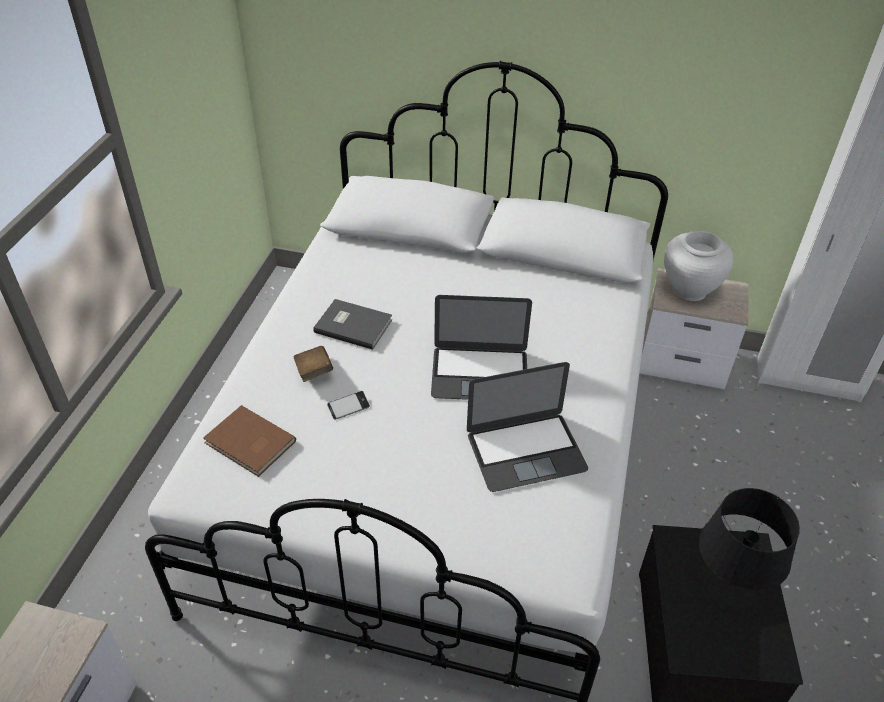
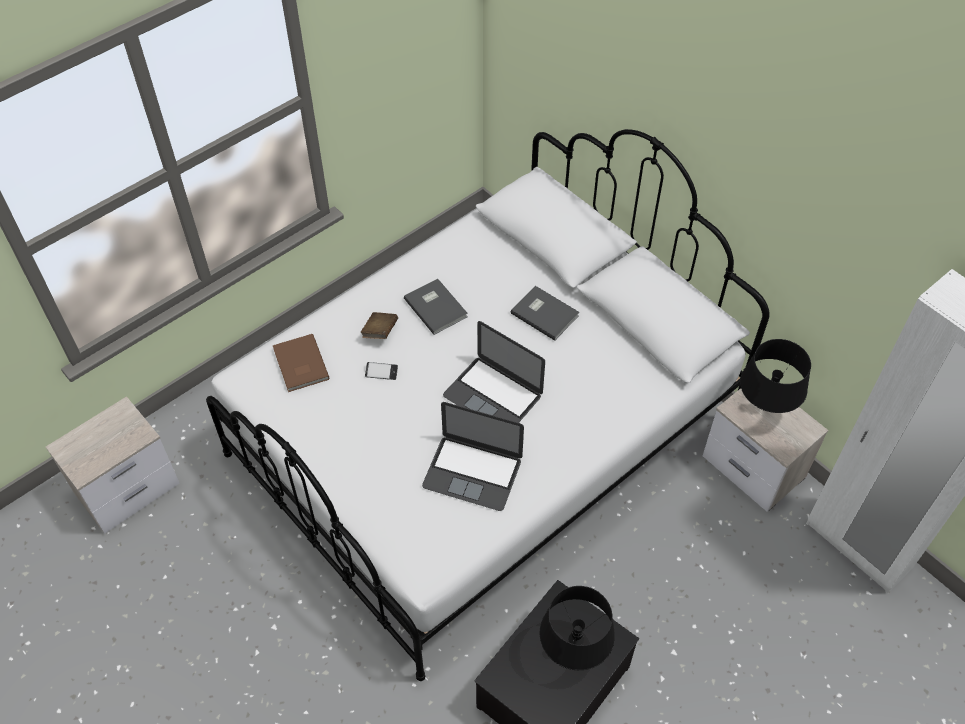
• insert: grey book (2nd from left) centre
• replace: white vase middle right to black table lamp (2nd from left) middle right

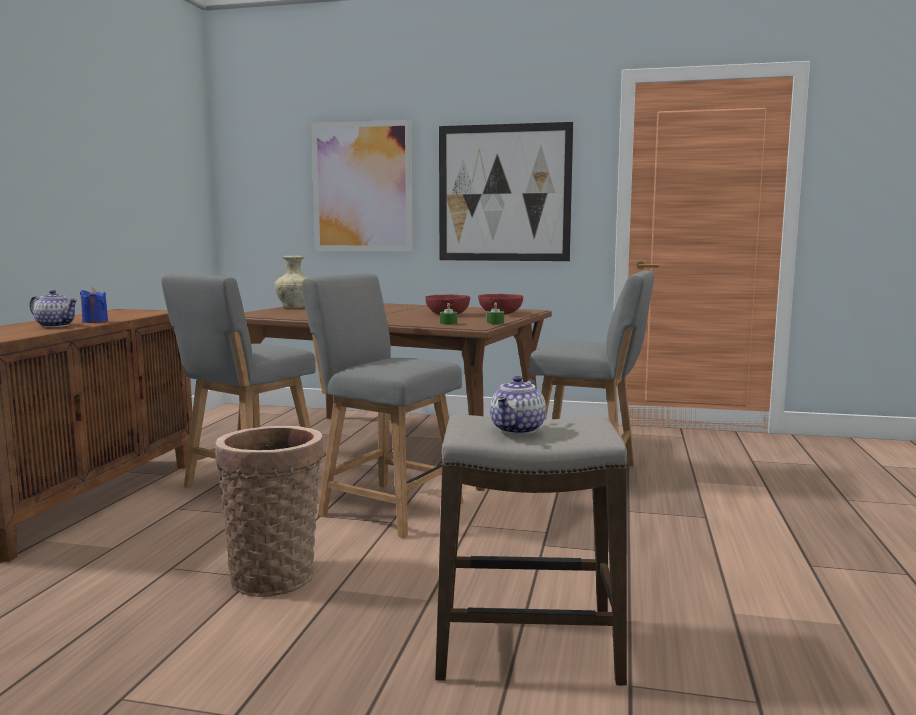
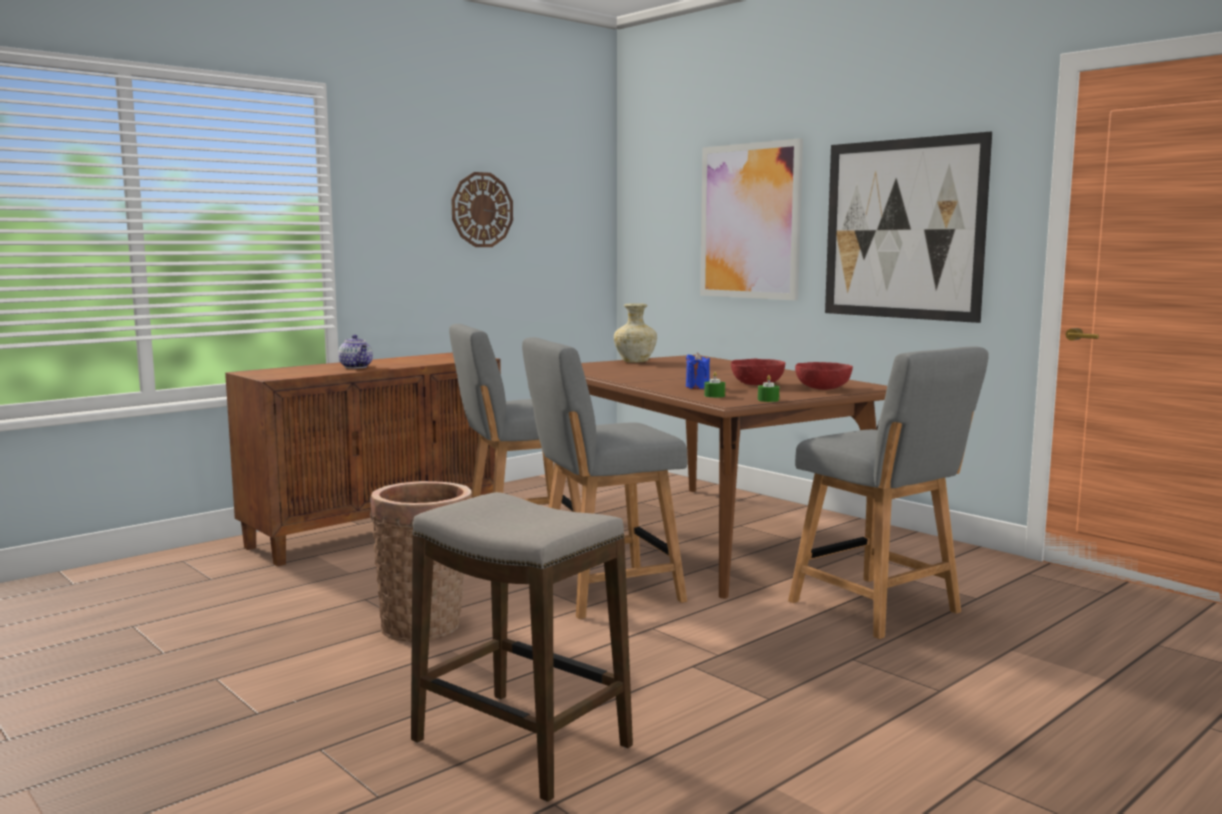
• insert: wall clock top centre
• rotate: grey chair (2nd from left) centre = centre 90 degrees counterclockwise
• move: blue candle middle left to centre
• delete: teapot (2nd from left) centre

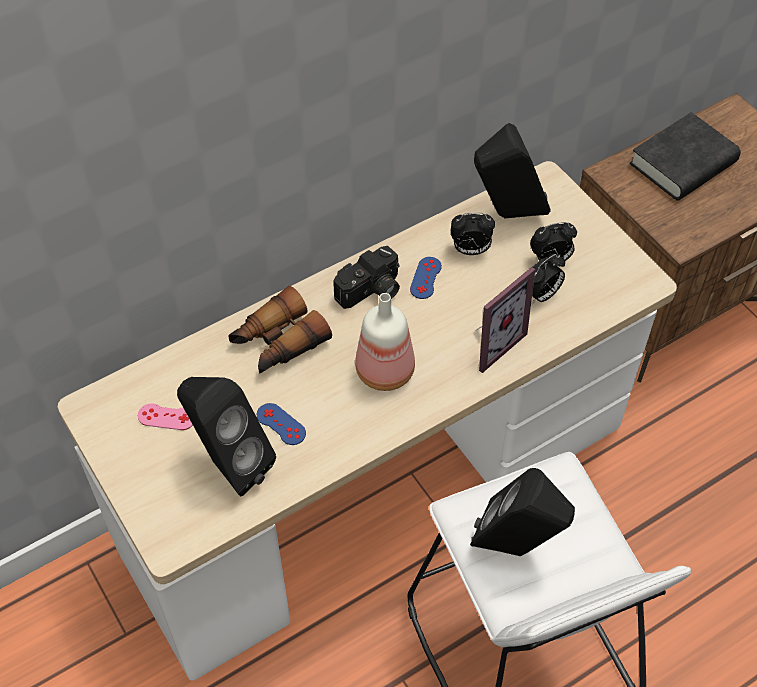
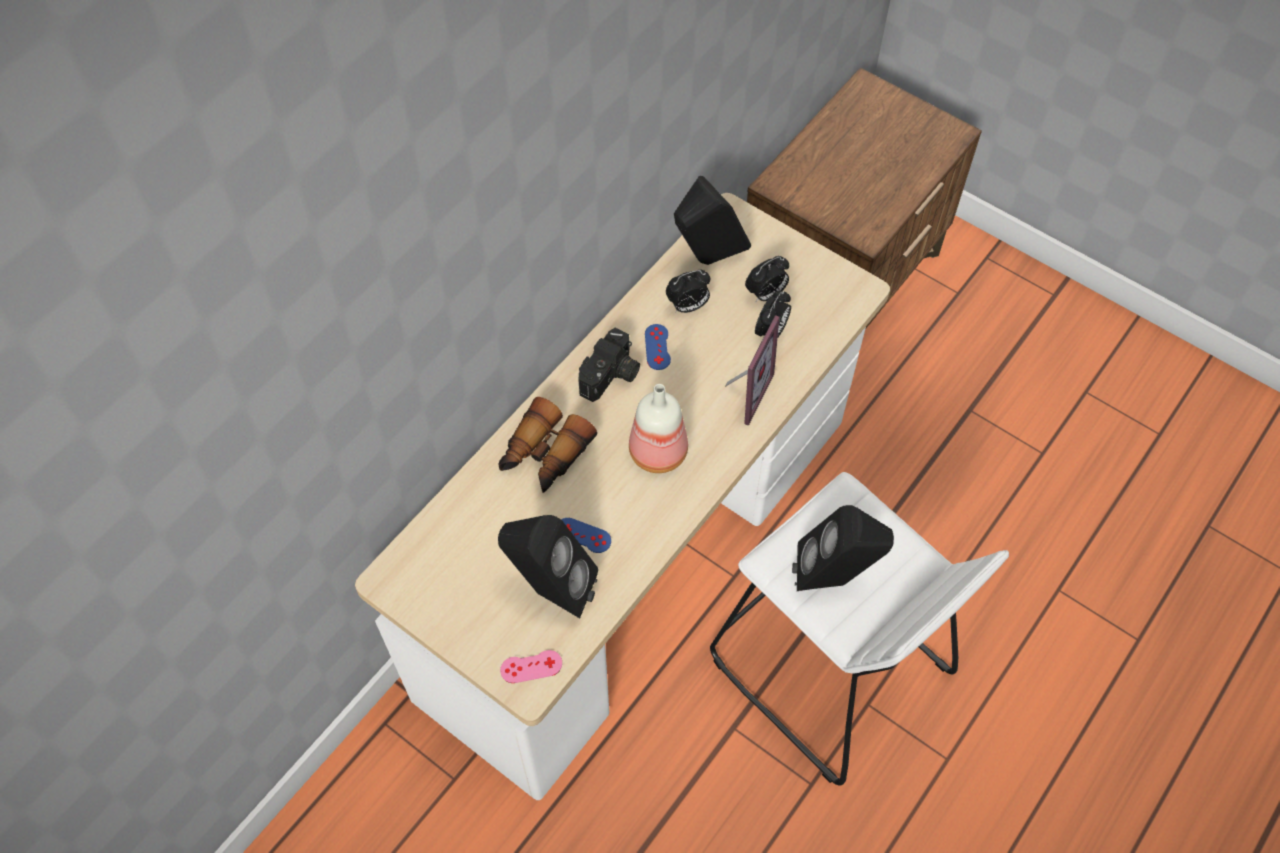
• move: pink game controller middle left to bottom centre
• delete: black book top right

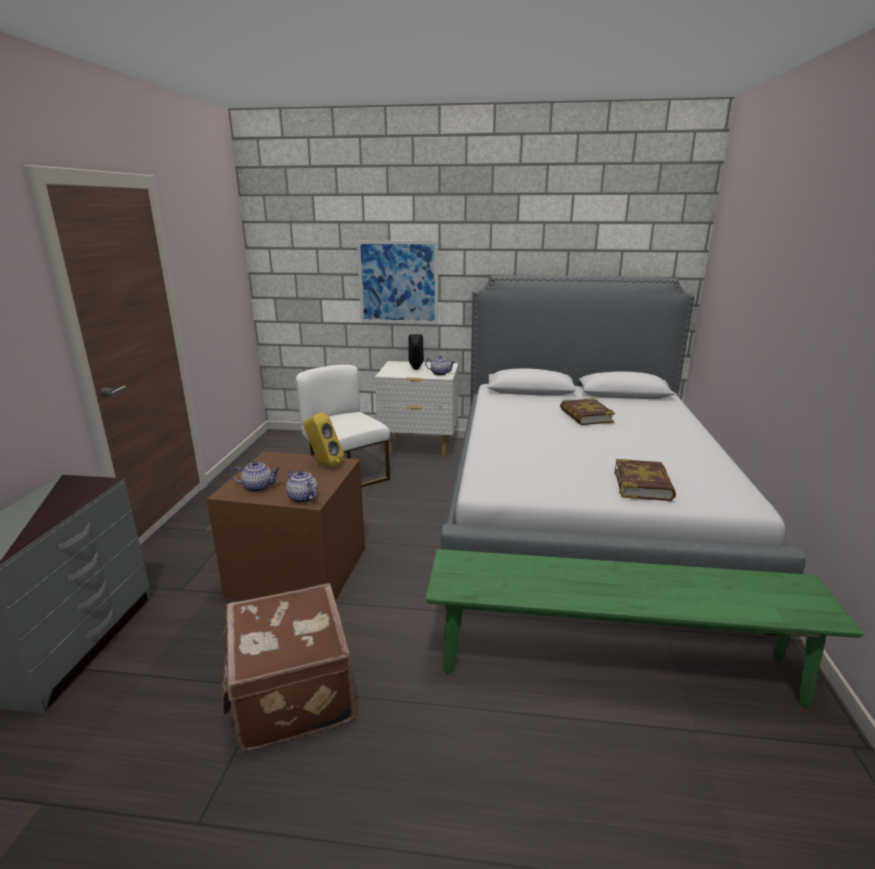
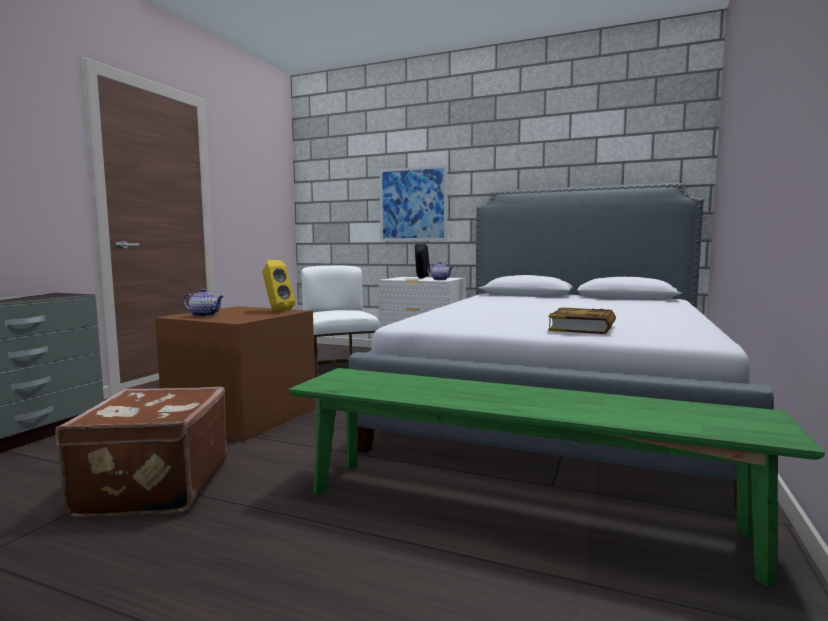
• delete: teapot (2nd from left) centre
• delete: book (1st from left) middle right

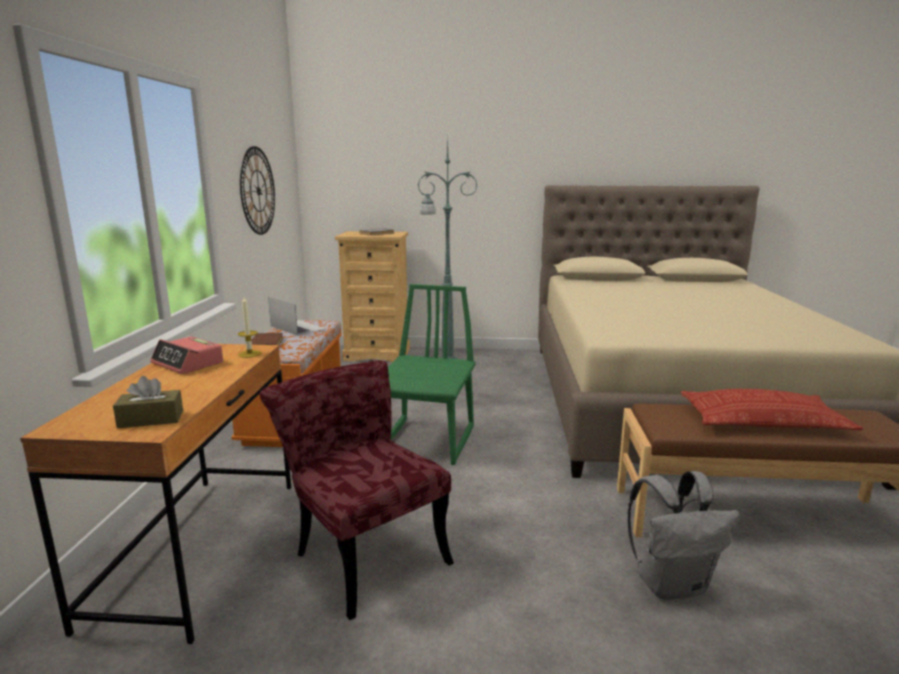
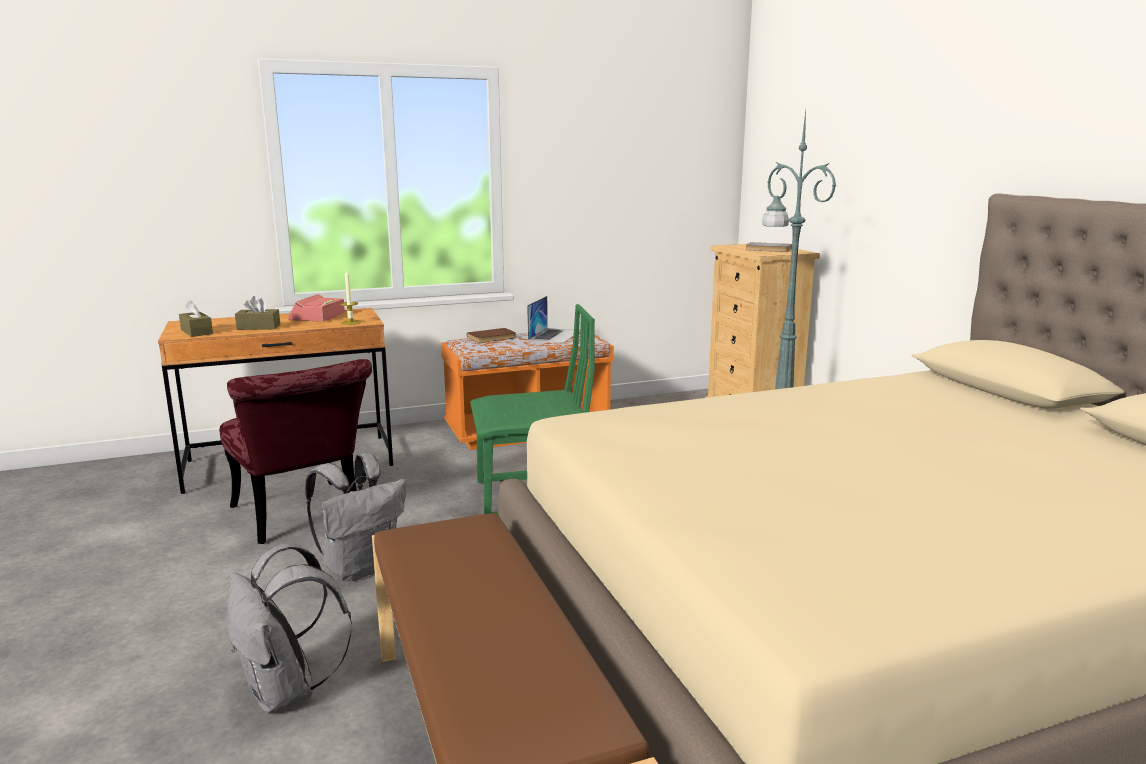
• rotate: red chair bottom centre = middle left 120 degrees clockwise
• insert: brown tissue box (2nd from left) middle left
• insert: grey backpack (2nd from left) bottom left
• delete: wall clock top left
• delete: pillow middle right

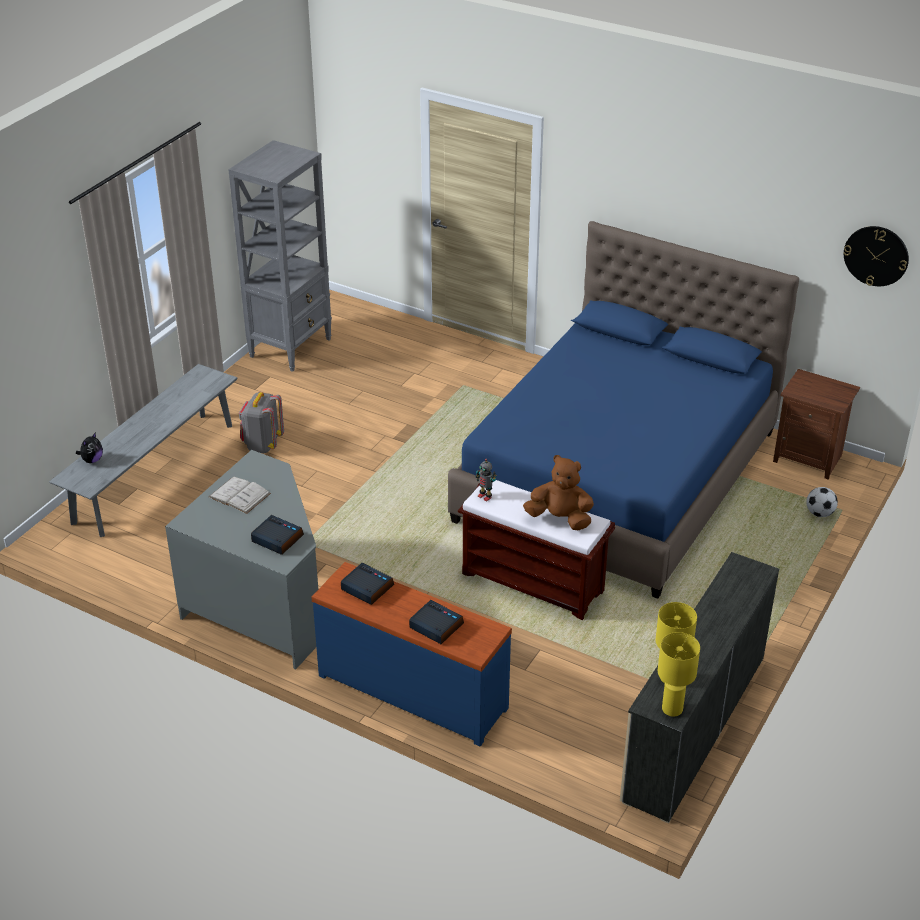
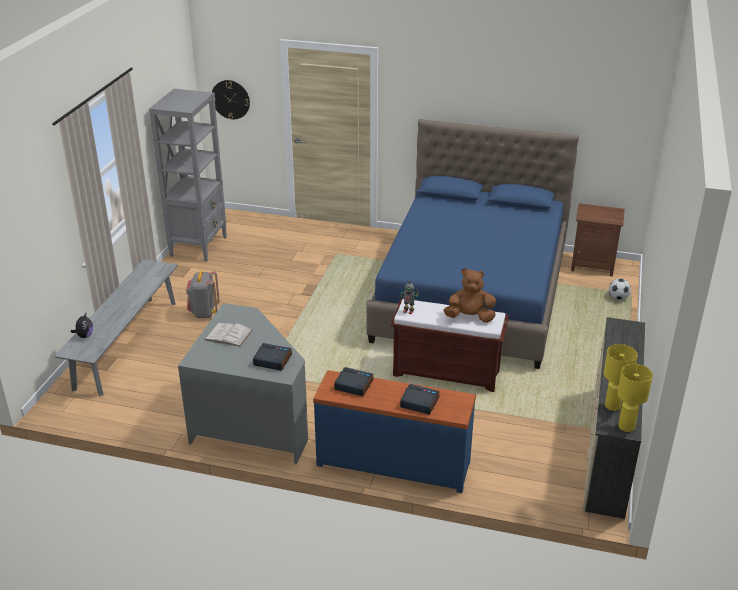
• move: wall clock top right to top left

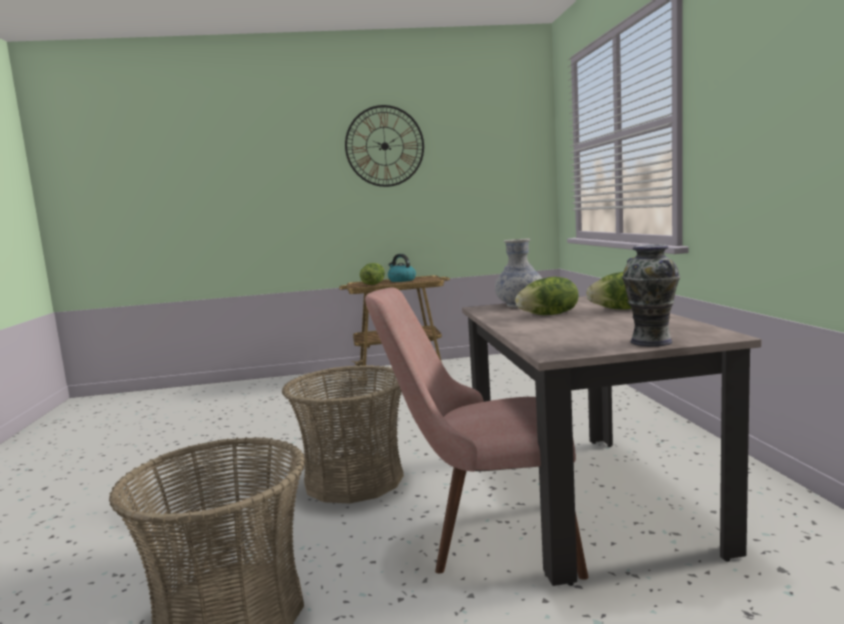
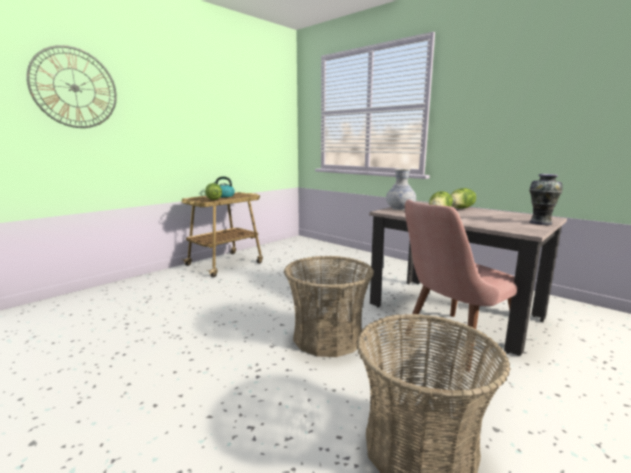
• move: wall clock top centre to top left

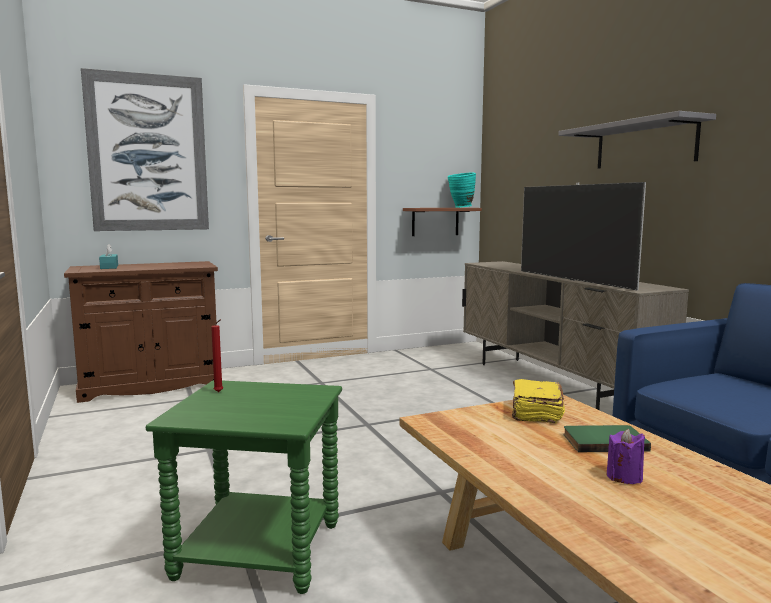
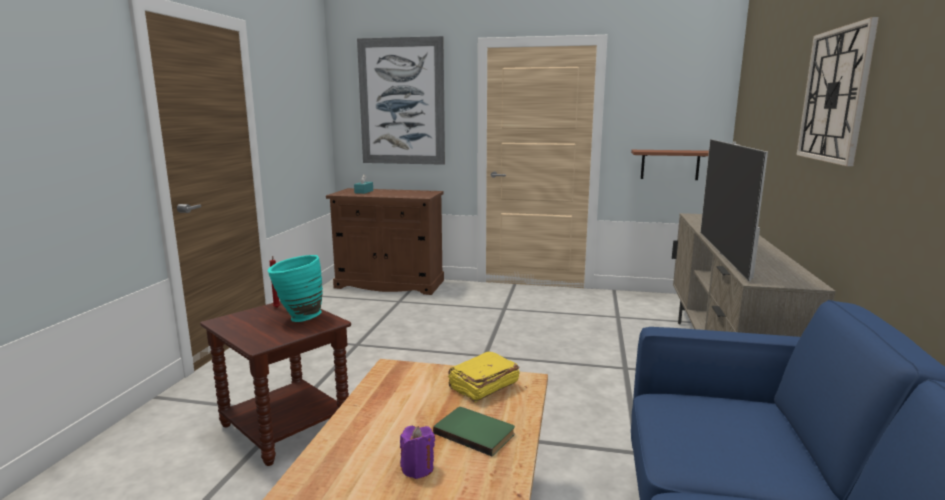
• recolor: green side table bottom left to brown side table bottom left
• move: turquoise vase top centre to middle left
• replace: grey shelf top right to wall clock top right

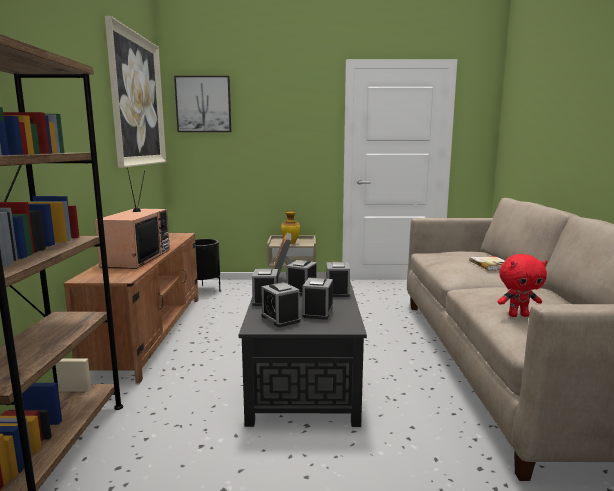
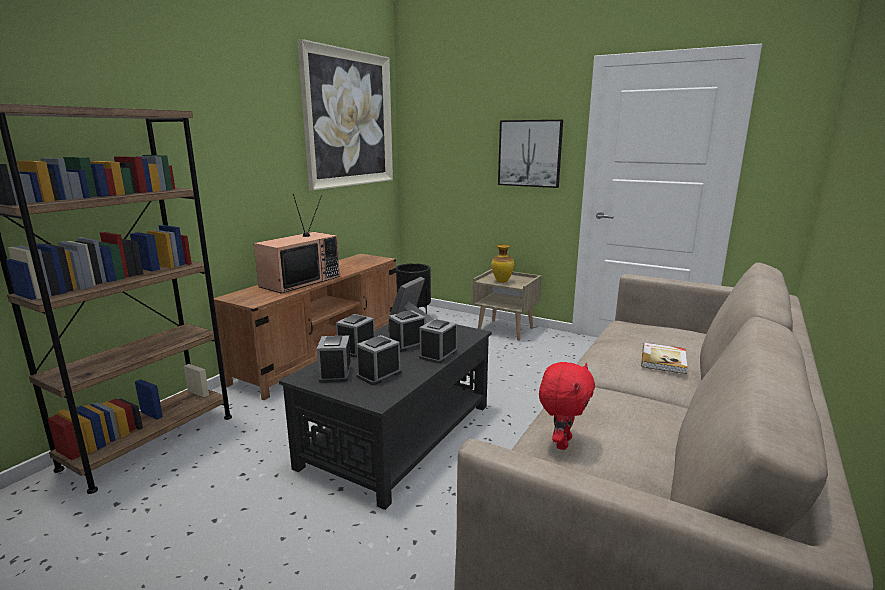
• move: picture (2nd from left) top left to top centre
• rotate: red plush toy middle right = bottom centre 90 degrees counterclockwise

